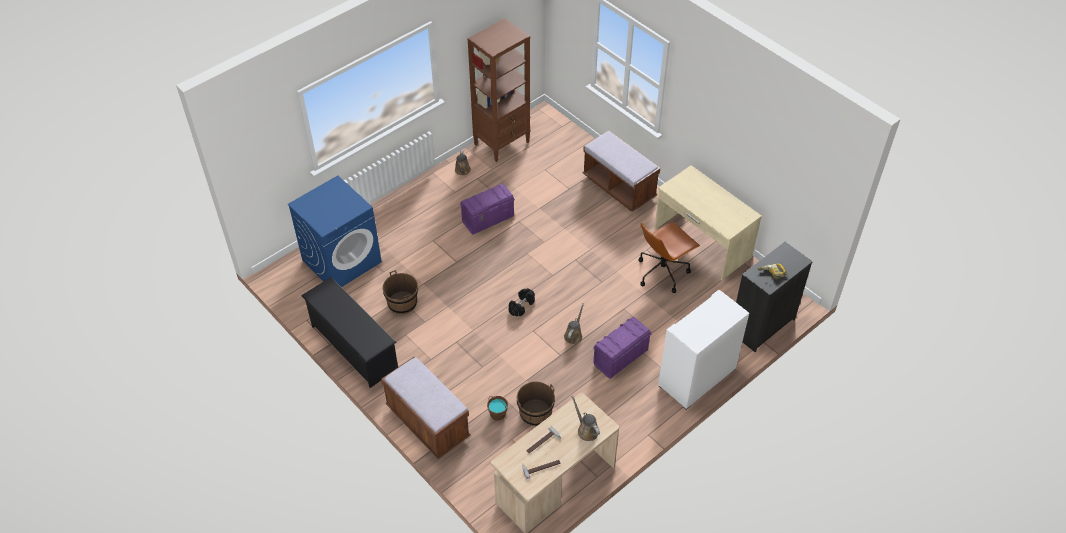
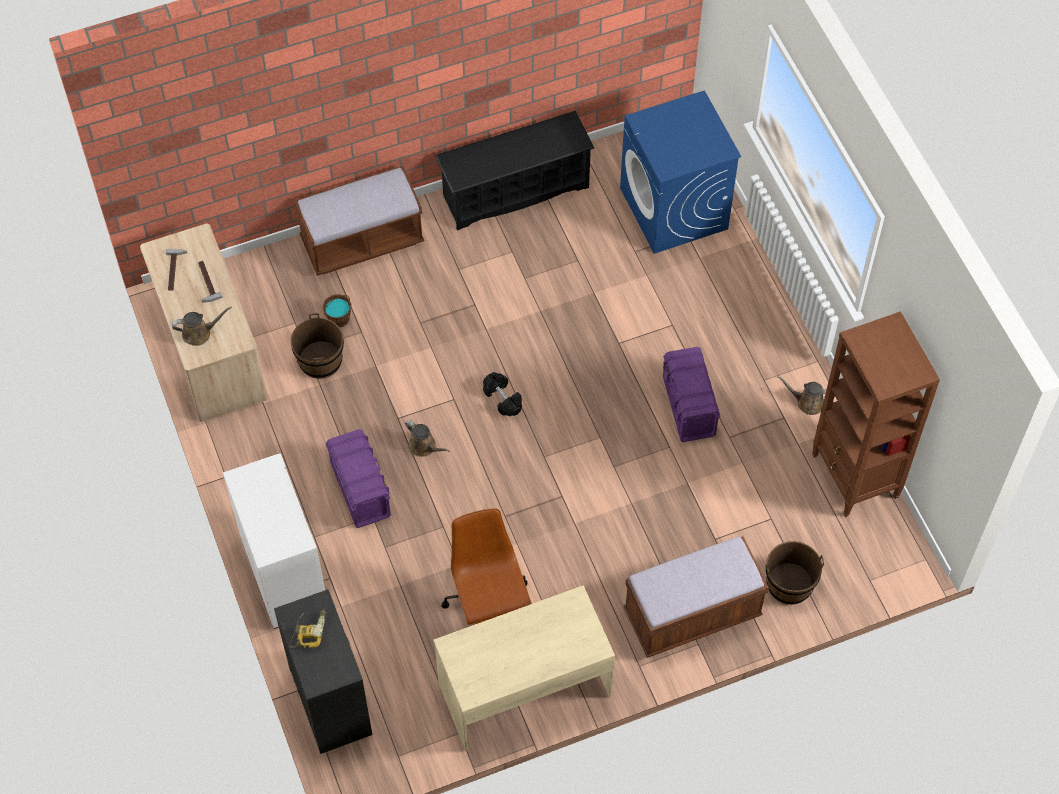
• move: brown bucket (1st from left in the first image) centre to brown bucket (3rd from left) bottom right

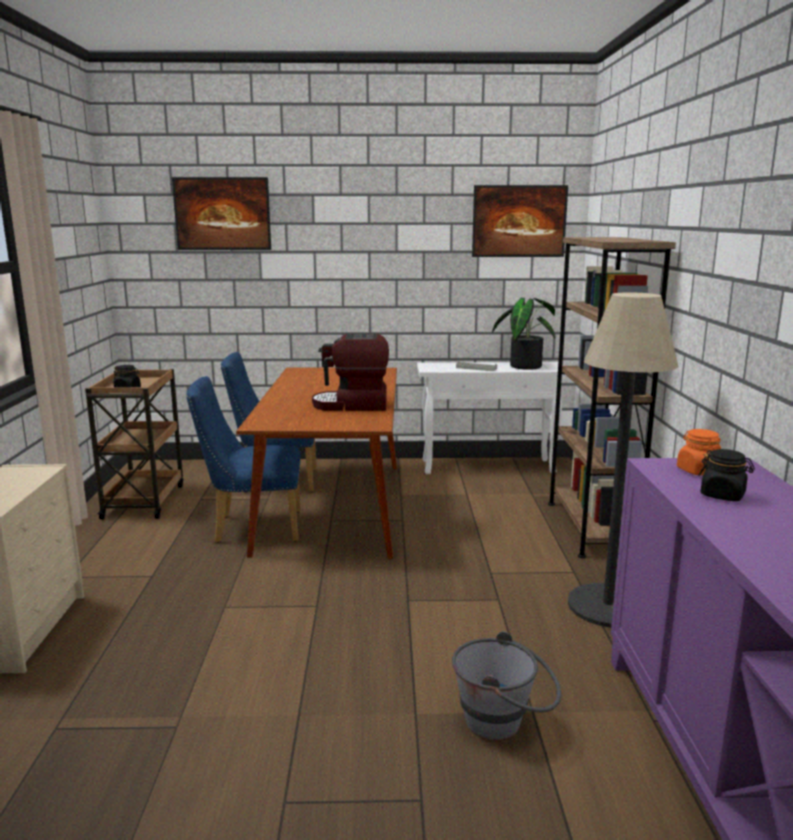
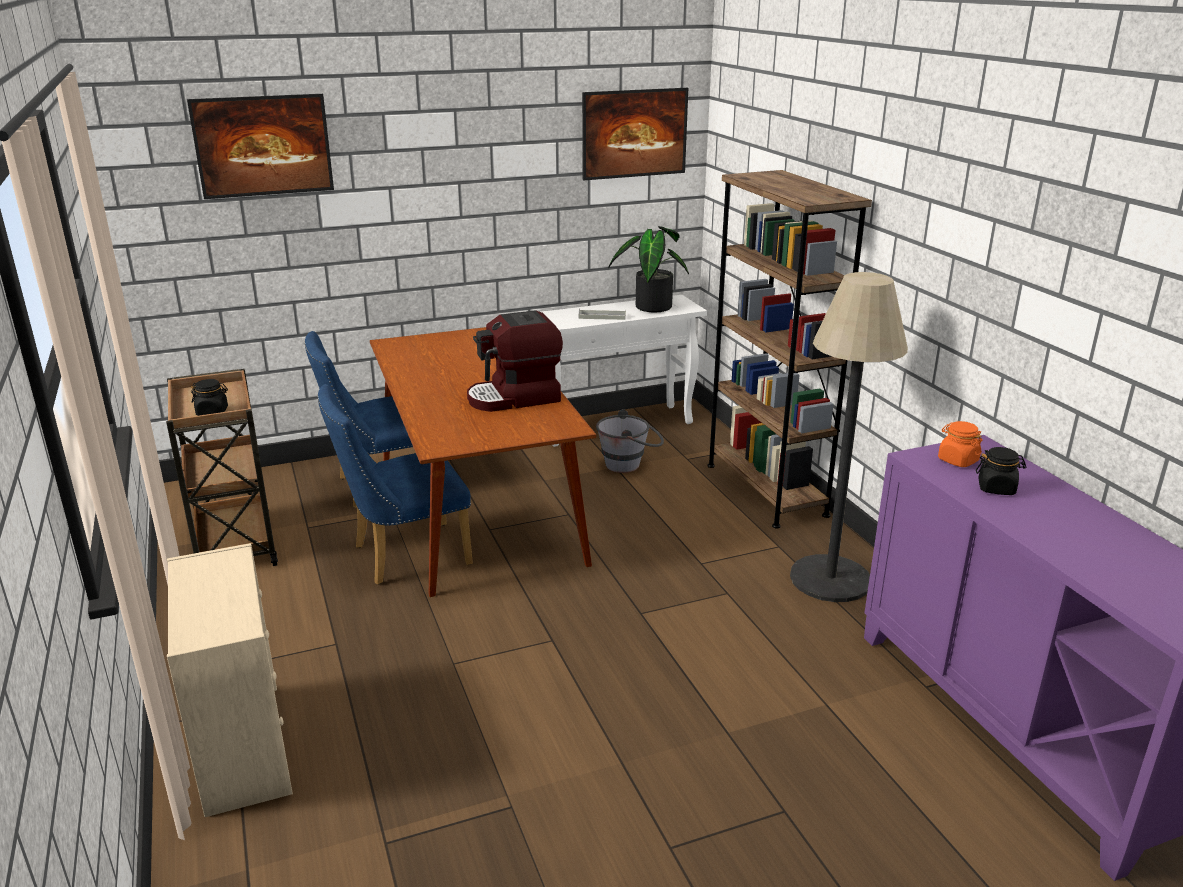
• move: grey bucket bottom centre to centre

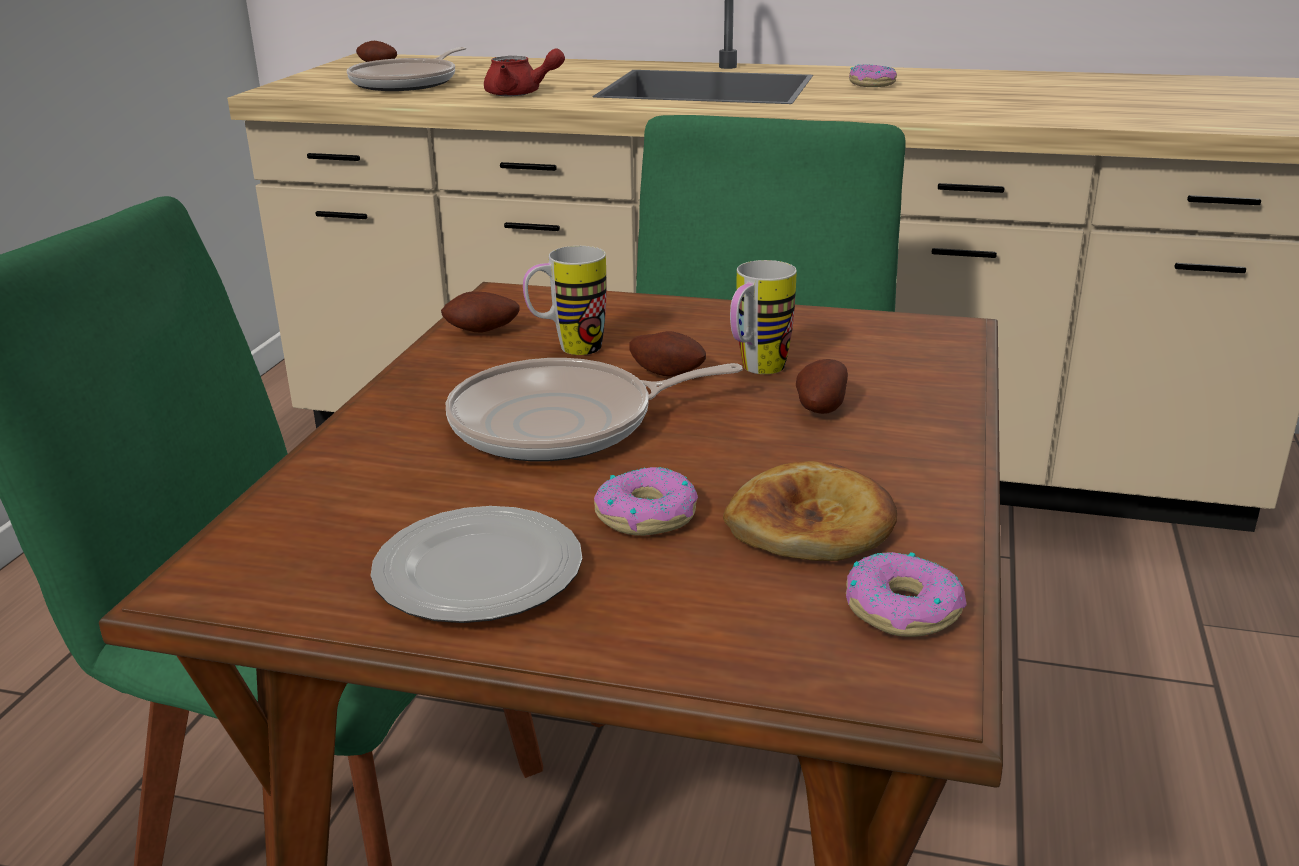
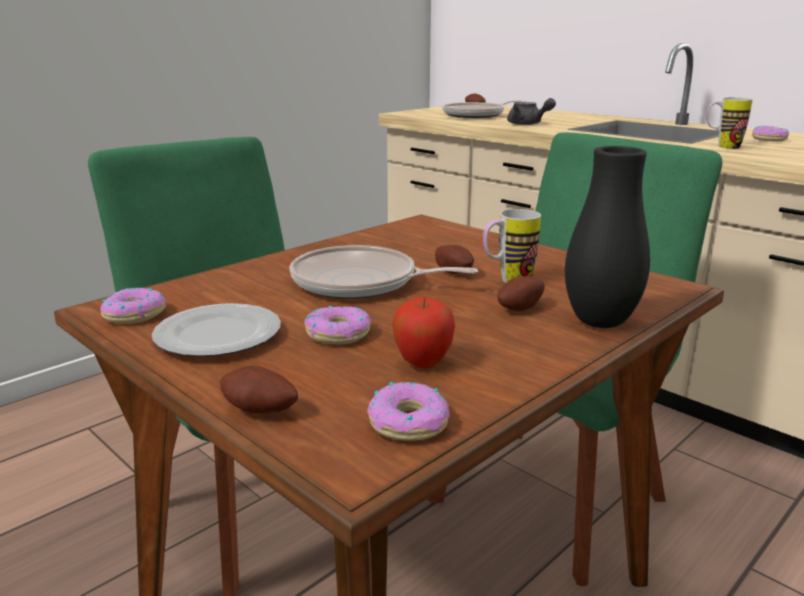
• insert: donut (1st from left) middle left
• move: potato (2nd from left in the first image) centre to potato (1st from left) middle left
• replace: bread centre to apple centre
• recolor: red teapot top centre to grey teapot top centre
• insert: black vase middle right
• move: mug (1st from left in the first image) centre to mug (2nd from left) top right

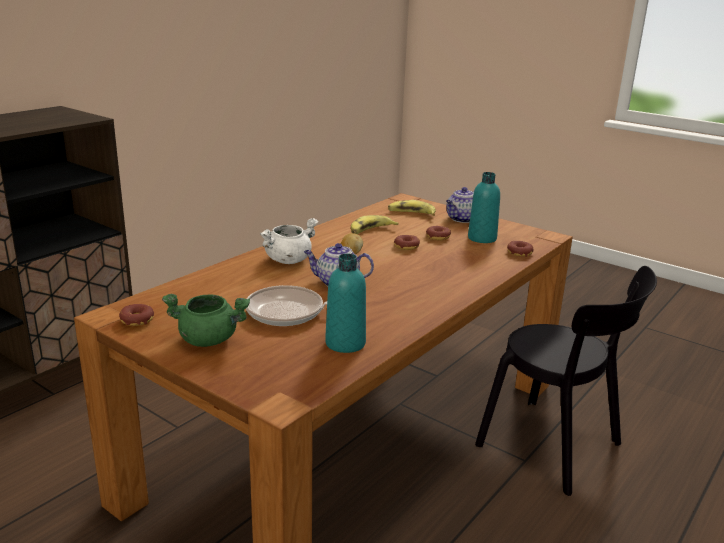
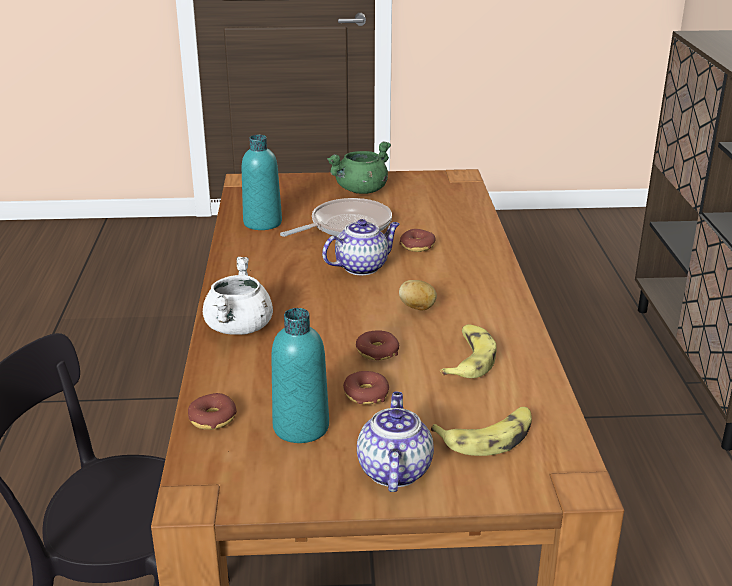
• move: white cooking pot centre to middle left
• move: donut (1st from left in the first image) middle left to donut (4th from left) centre

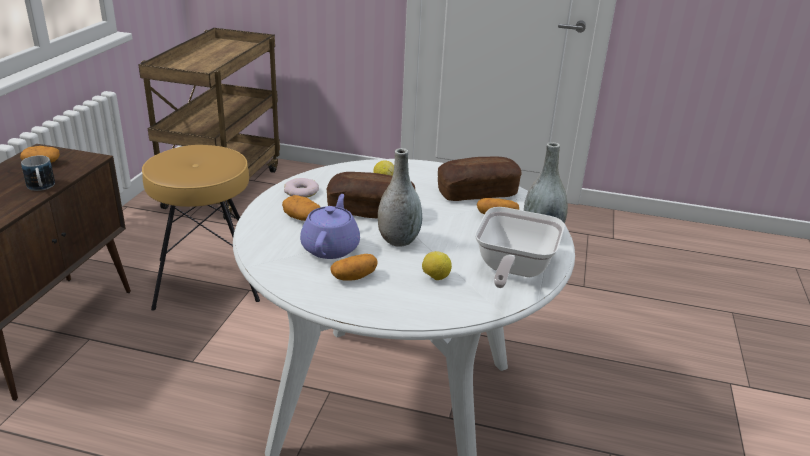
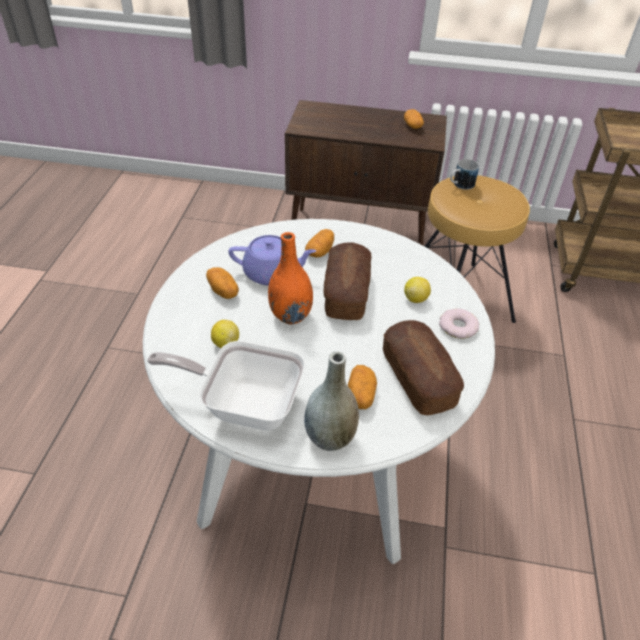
• recolor: grey vase (1st from left) centre to orange vase centre
• move: donut centre to middle right
• move: mug middle left to top right

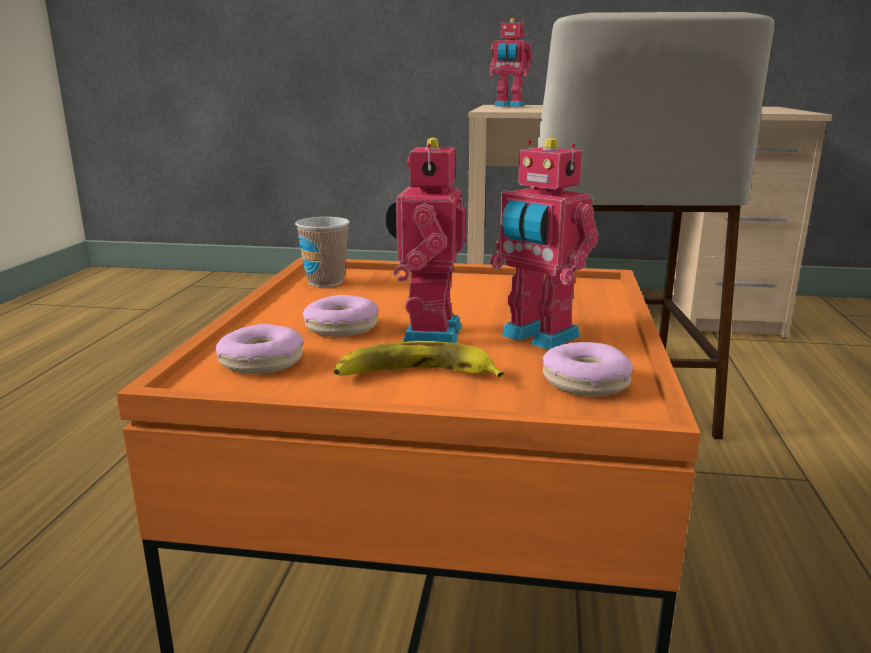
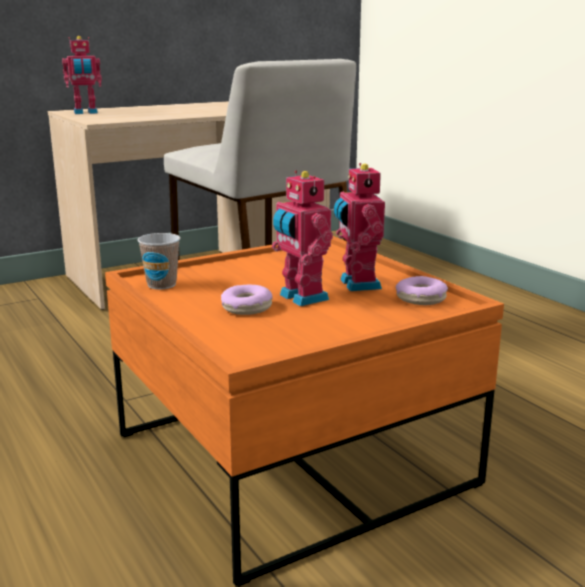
• rotate: toy robot (3rd from left) centre = centre 75 degrees clockwise
• delete: donut (1st from left) middle left
• delete: banana centre

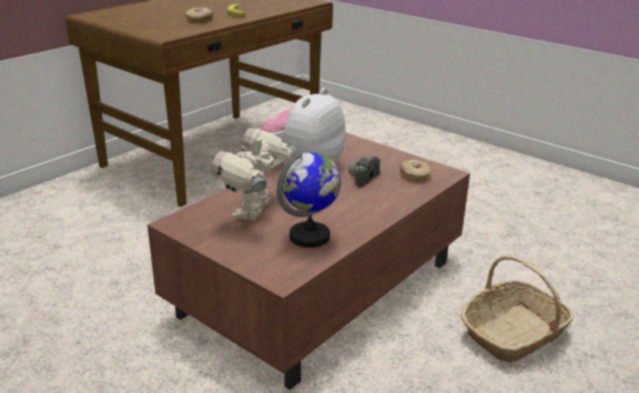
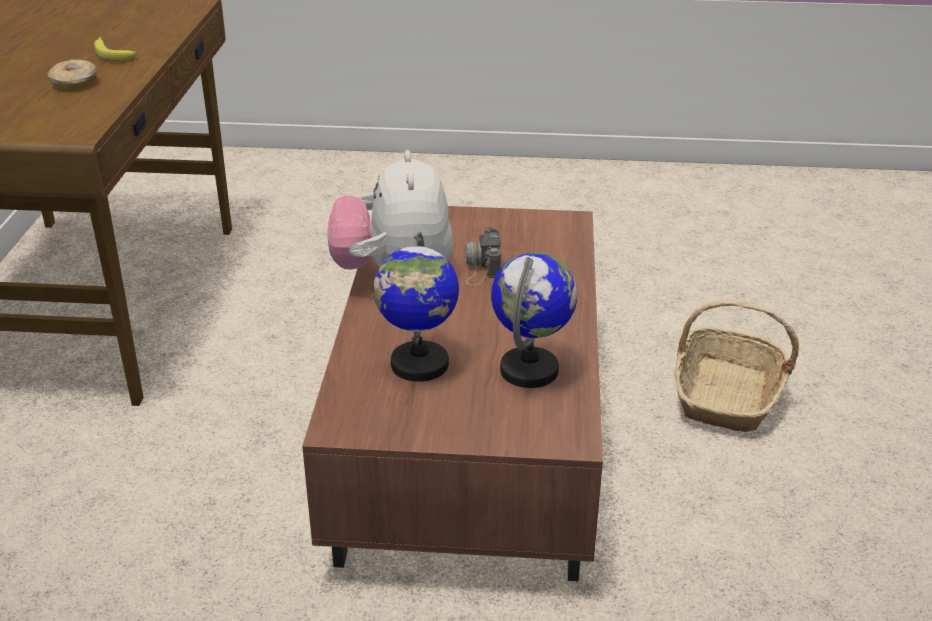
• replace: toy robot centre to globe (1st from left) centre
• delete: donut (2nd from left) centre

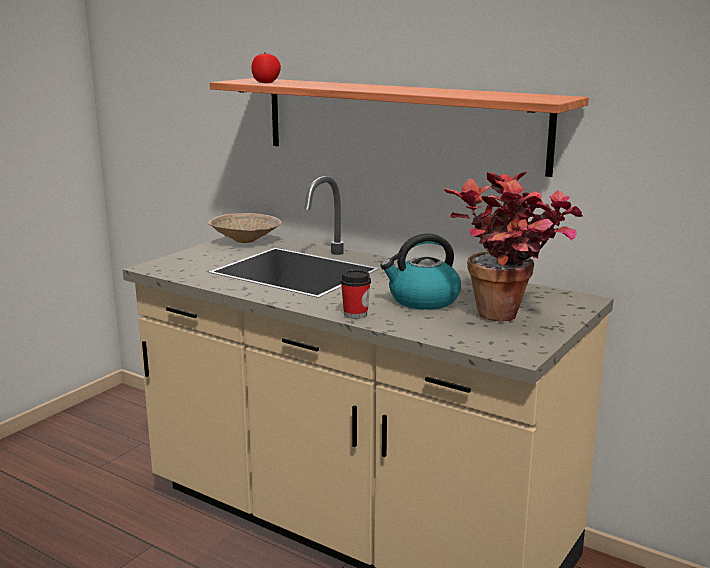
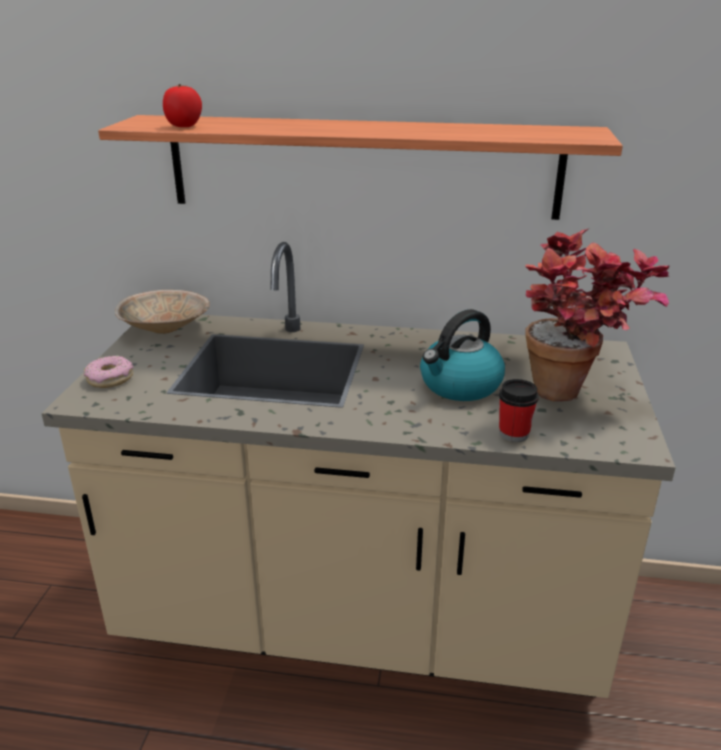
• insert: donut middle left
• move: cup centre to middle right

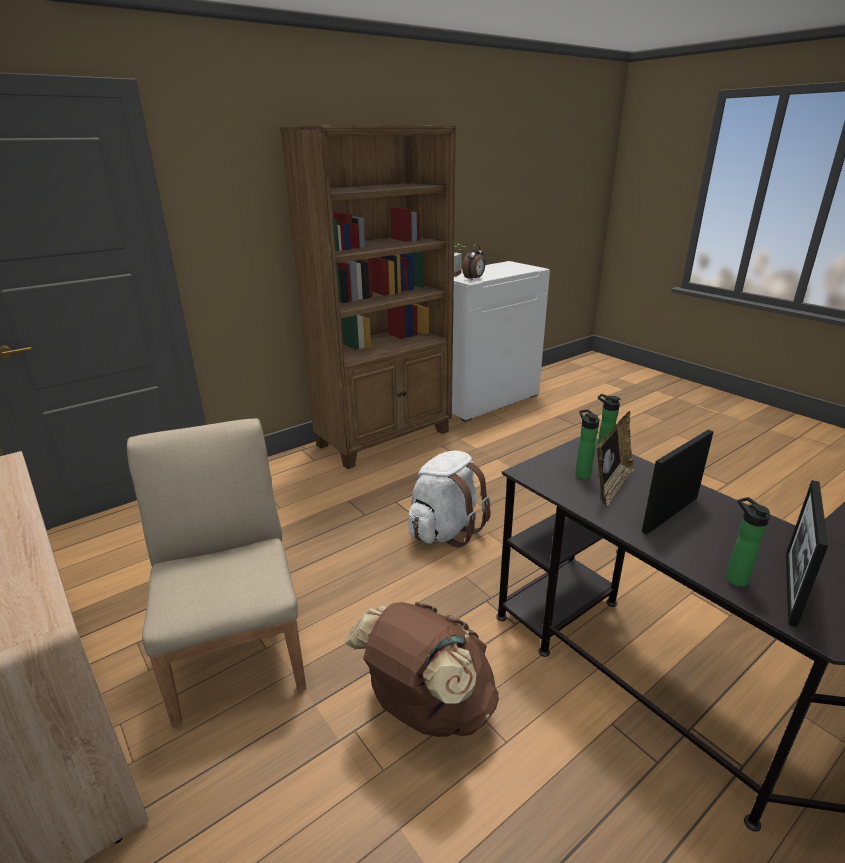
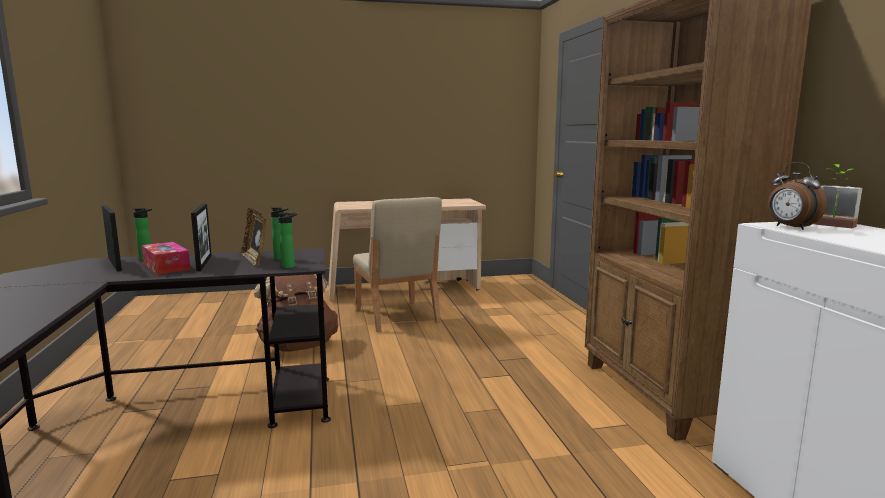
• insert: tissue box middle left
• rotate: beige chair middle left = centre 60 degrees clockwise
• delete: white backpack centre

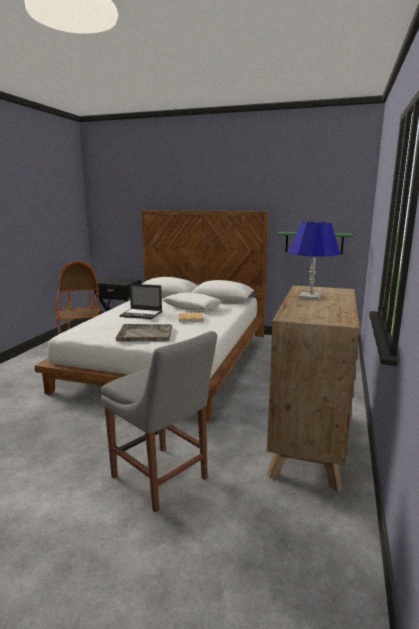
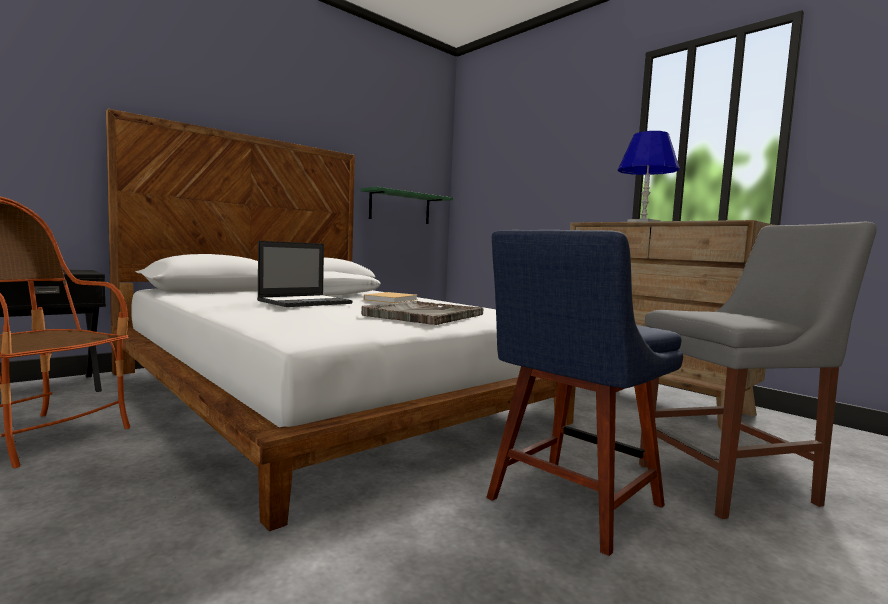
• insert: blue chair centre

